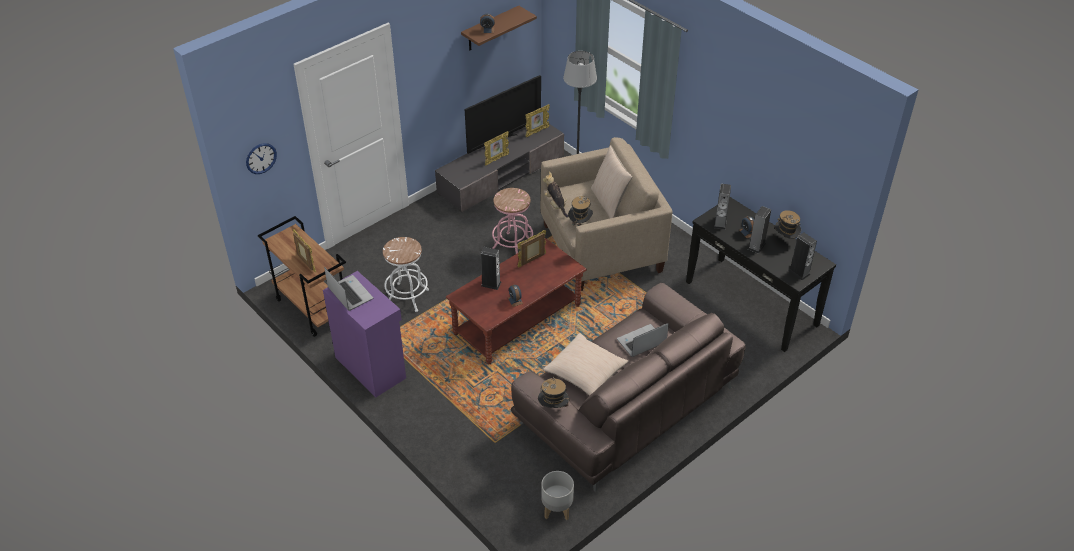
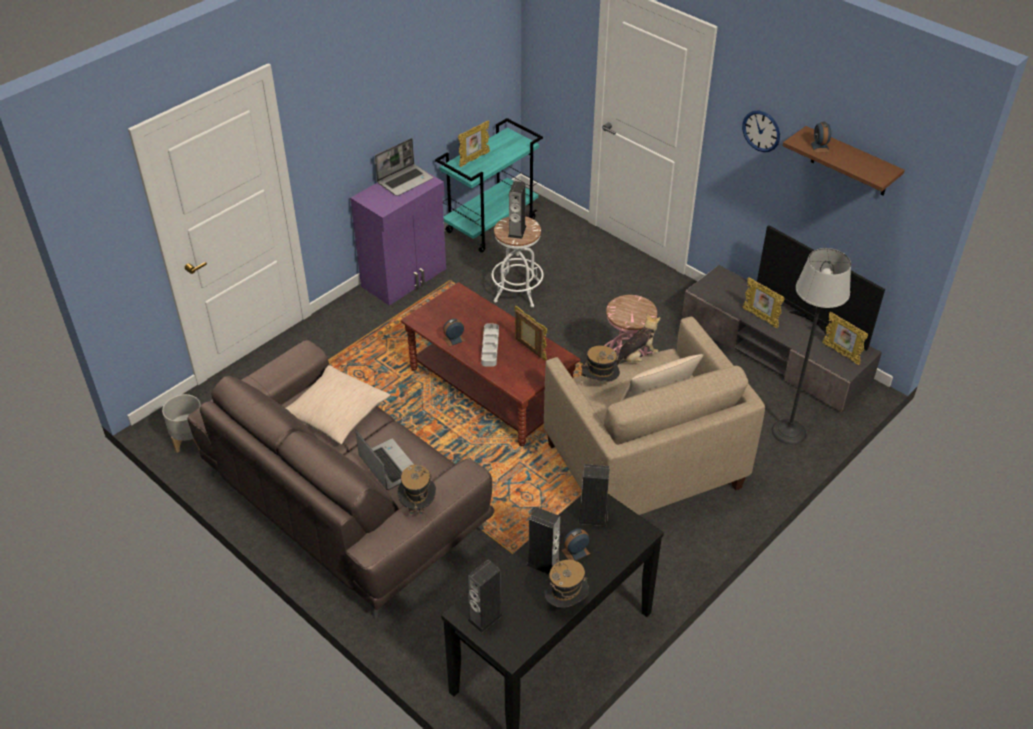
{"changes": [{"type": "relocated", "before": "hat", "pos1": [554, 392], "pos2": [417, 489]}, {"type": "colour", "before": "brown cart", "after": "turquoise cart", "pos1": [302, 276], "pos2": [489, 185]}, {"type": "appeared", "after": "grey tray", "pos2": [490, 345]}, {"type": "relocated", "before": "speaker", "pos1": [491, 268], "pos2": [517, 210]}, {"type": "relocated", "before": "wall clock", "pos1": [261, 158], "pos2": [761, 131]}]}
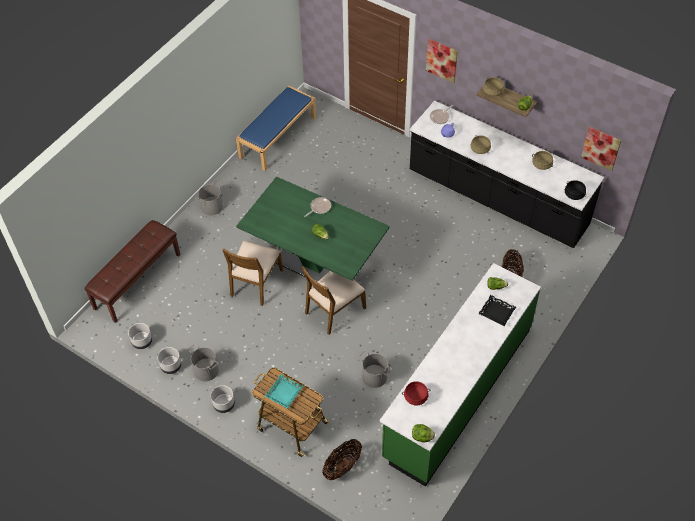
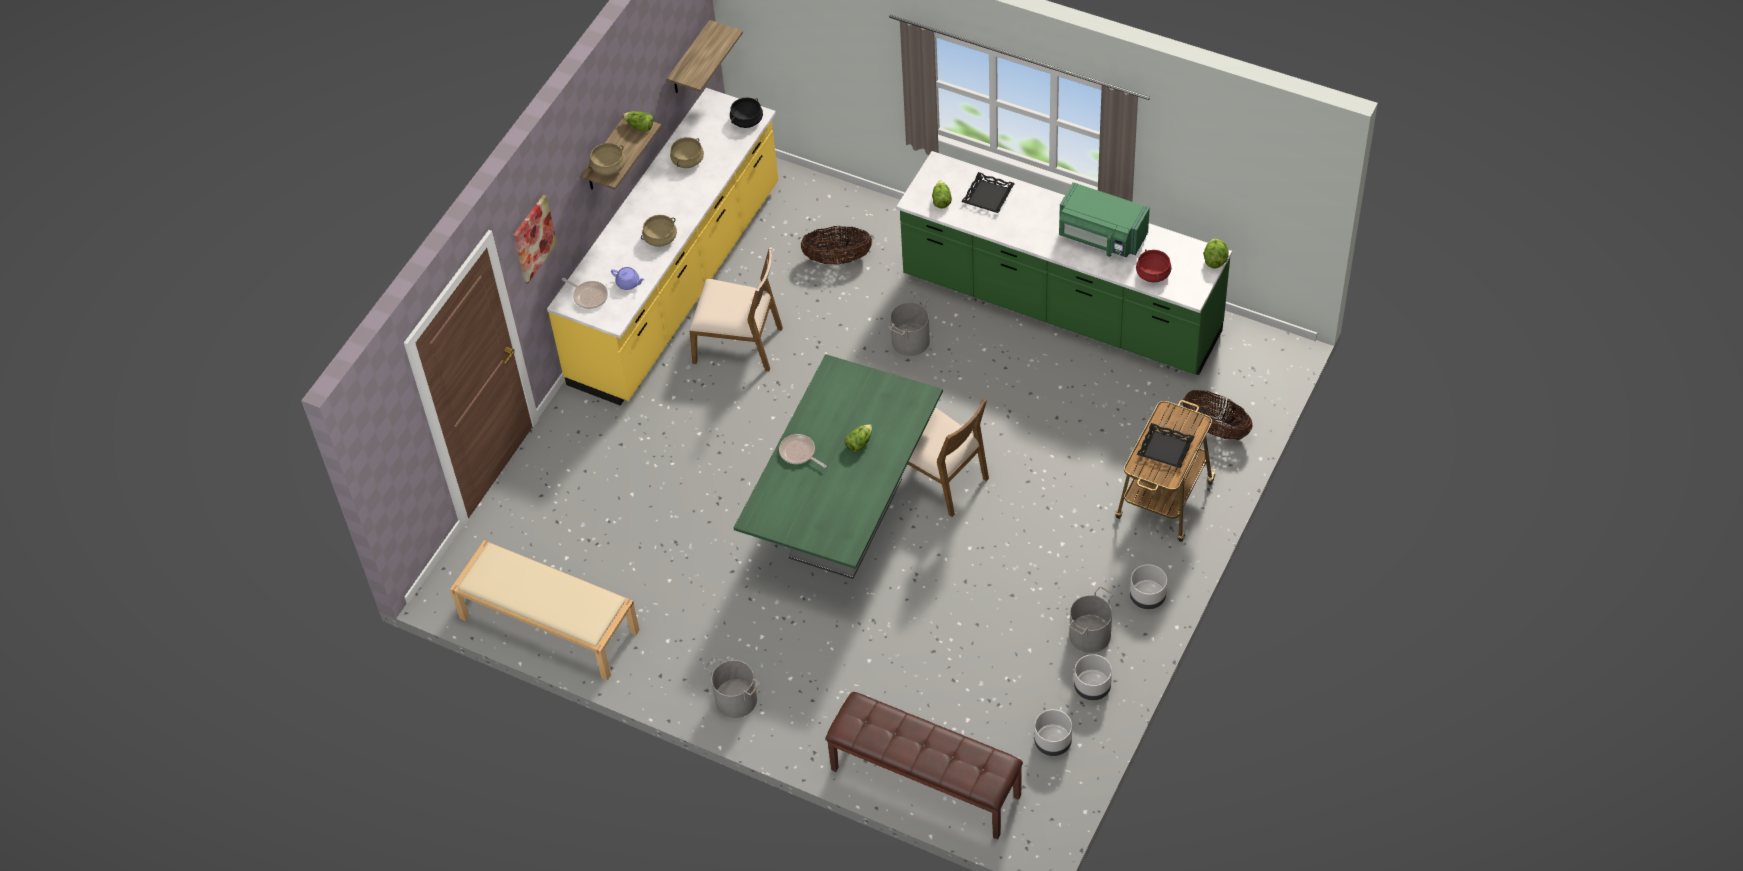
{"changes": [{"type": "colour", "before": "blue bench", "after": "beige bench", "pos1": [276, 128], "pos2": [544, 610]}, {"type": "colour", "before": "black counter", "after": "yellow counter", "pos1": [507, 174], "pos2": [662, 247]}, {"type": "exchanged", "before": "picture", "after": "shelf", "pos1": [601, 149], "pos2": [705, 56]}, {"type": "relocated", "before": "brown chair", "pos1": [252, 273], "pos2": [736, 308]}, {"type": "relocated", "before": "grey bucket", "pos1": [375, 369], "pos2": [910, 325]}, {"type": "appeared", "after": "green microwave", "pos2": [1104, 219]}, {"type": "colour", "before": "turquoise tray", "after": "black tray", "pos1": [284, 391], "pos2": [1166, 445]}]}
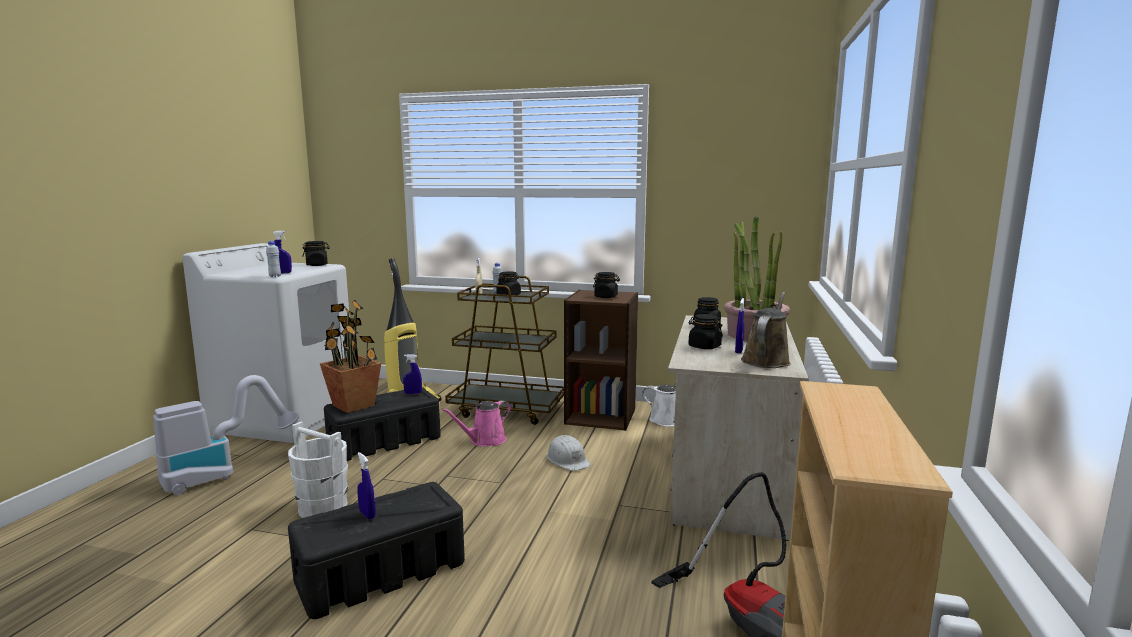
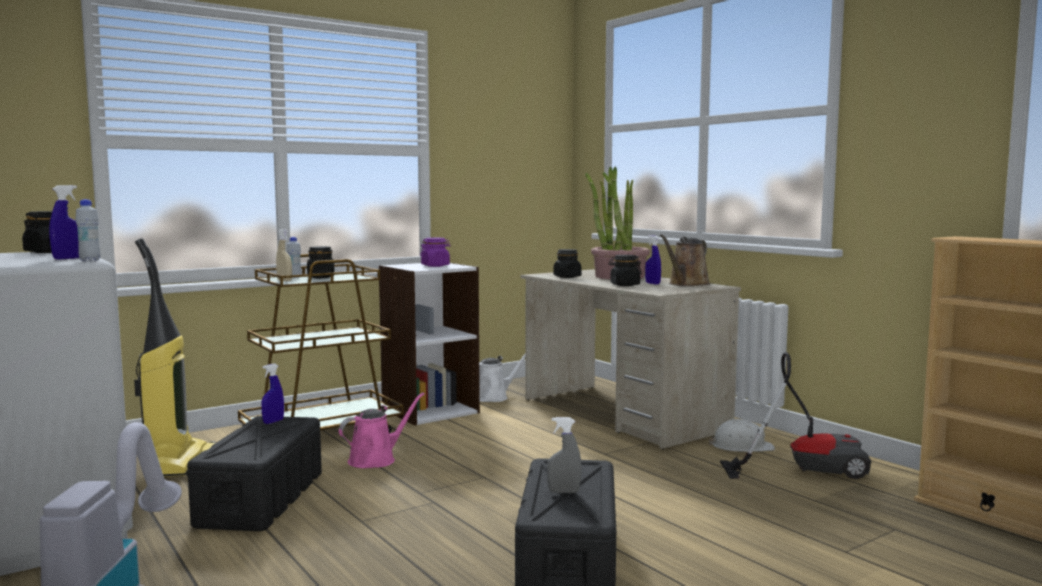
{"changes": [{"type": "spun", "before": "pink watering can", "pos1": [476, 423], "pos2": [382, 430], "turn": -135}, {"type": "colour", "before": "brown bookcase", "after": "white bookcase", "pos1": [601, 360], "pos2": [429, 344]}, {"type": "colour", "before": "black jar", "after": "purple jar", "pos1": [606, 285], "pos2": [435, 252]}, {"type": "colour", "before": "blue spray bottle", "after": "grey spray bottle", "pos1": [366, 485], "pos2": [564, 455]}, {"type": "spun", "before": "brown watering can", "pos1": [766, 330], "pos2": [685, 260], "turn": -120}, {"type": "relocated", "before": "white hard hat", "pos1": [568, 453], "pos2": [742, 435]}, {"type": "missing", "before": "white bucket", "pos1": [318, 470]}, {"type": "missing", "before": "potted plant", "pos1": [350, 356]}]}
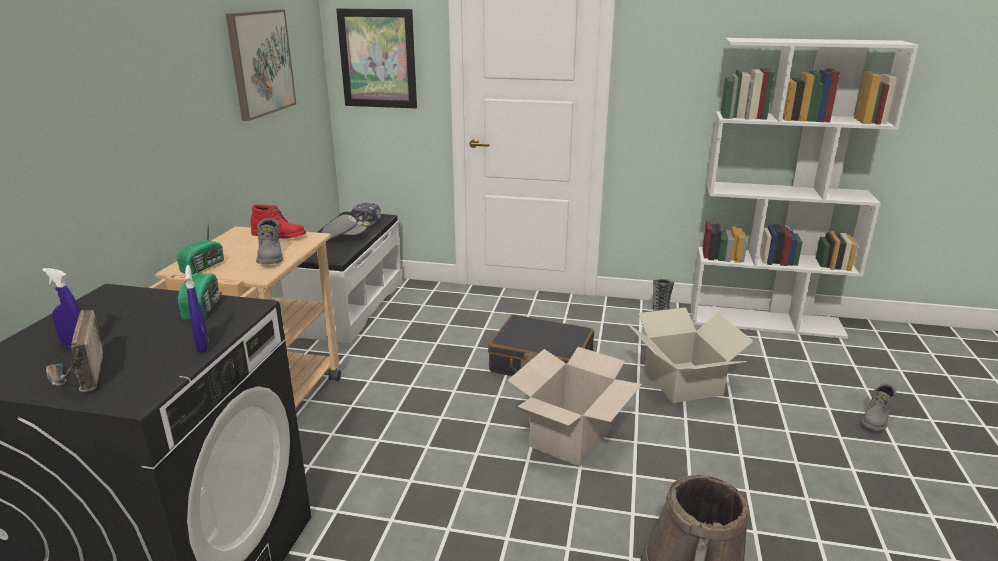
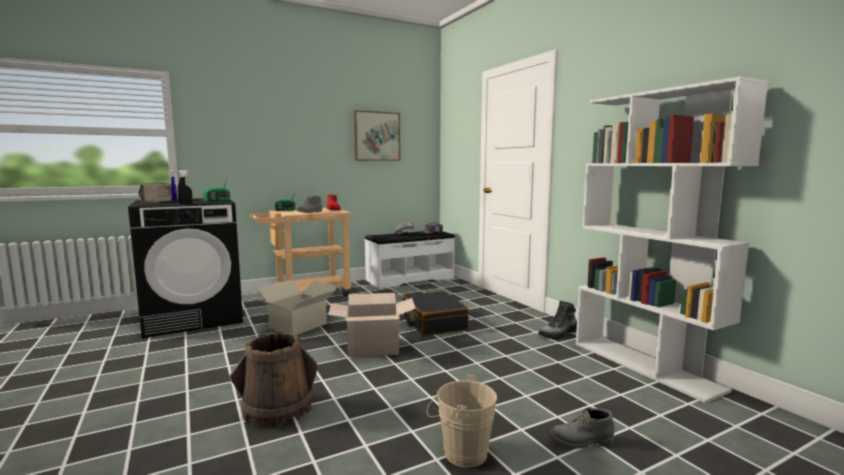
{"changes": [{"type": "colour", "before": "blue spray bottle", "after": "black spray bottle", "pos1": [196, 309], "pos2": [184, 187]}, {"type": "relocated", "before": "cardboard box", "pos1": [691, 355], "pos2": [294, 307]}, {"type": "appeared", "after": "beige bucket", "pos2": [462, 421]}, {"type": "missing", "before": "picture", "pos1": [376, 58]}]}
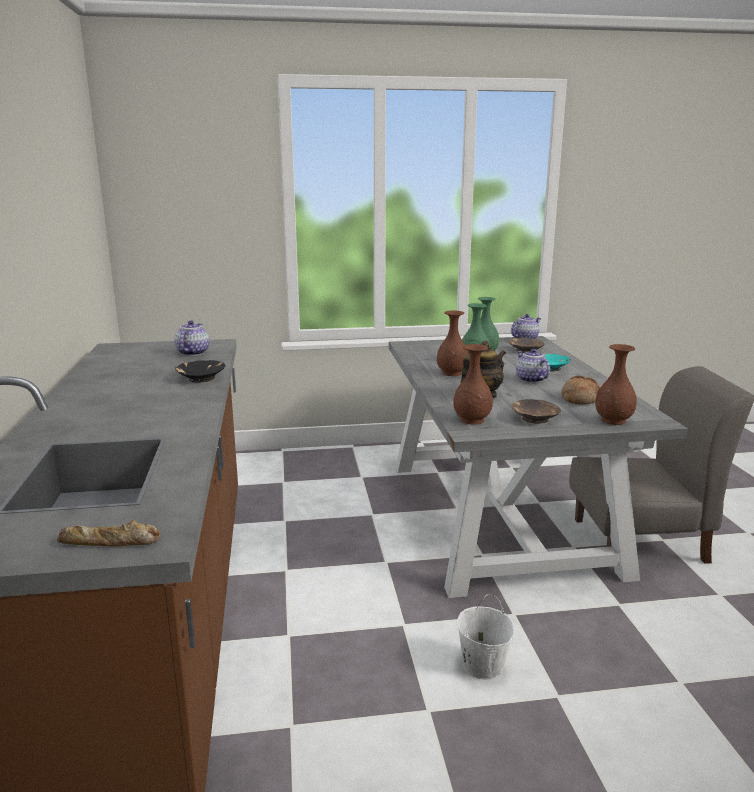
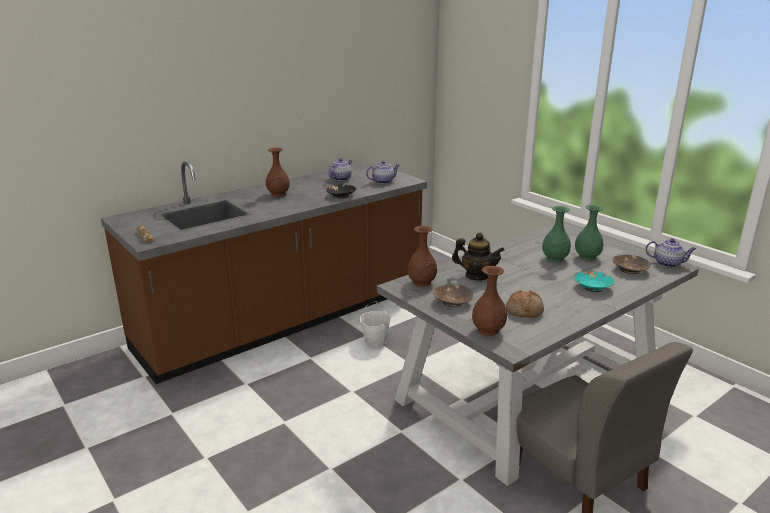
{"changes": [{"type": "relocated", "before": "brown vase", "pos1": [452, 343], "pos2": [278, 172]}, {"type": "relocated", "before": "teapot", "pos1": [533, 366], "pos2": [340, 169]}, {"type": "relocated", "before": "white bucket", "pos1": [486, 637], "pos2": [375, 324]}]}
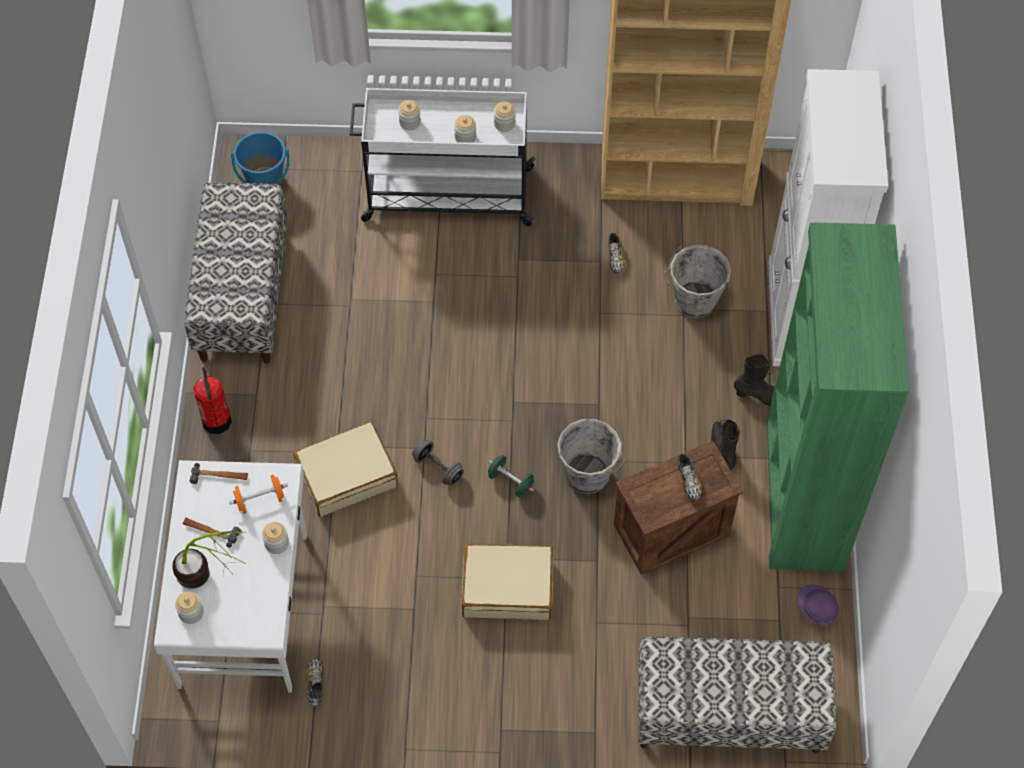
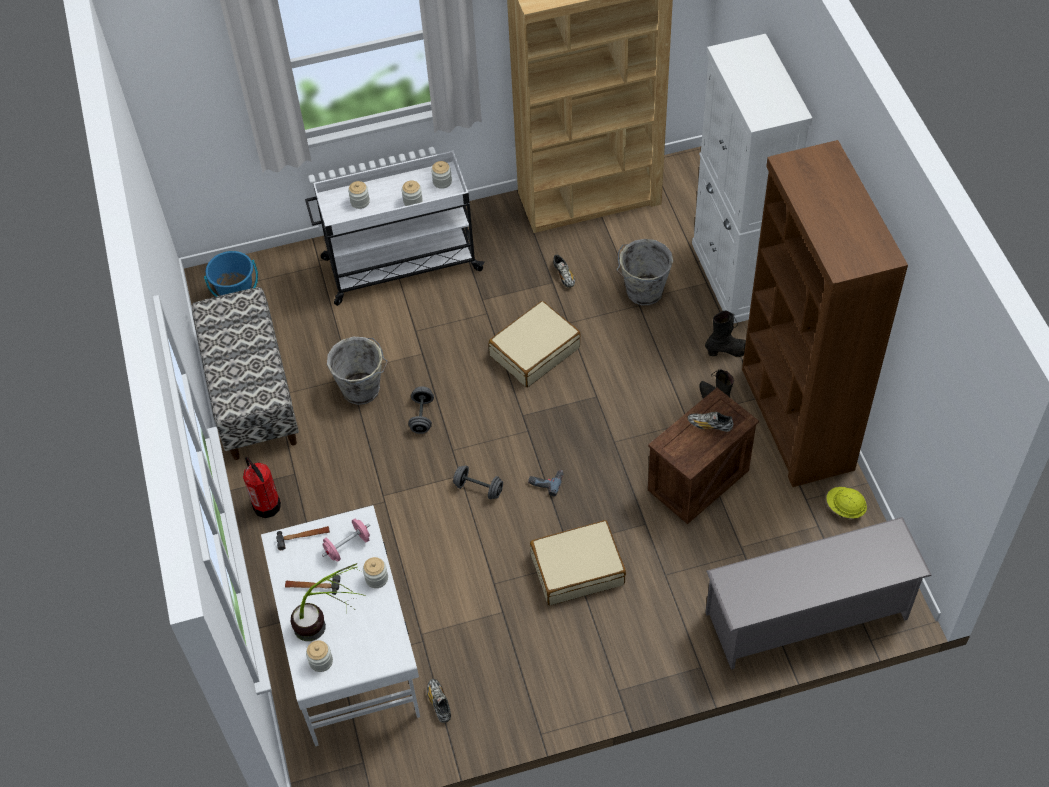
{"changes": [{"type": "colour", "before": "orange dumbbell", "after": "pink dumbbell", "pos1": [258, 494], "pos2": [346, 540]}, {"type": "relocated", "before": "grey bucket", "pos1": [591, 456], "pos2": [357, 371]}, {"type": "appeared", "after": "grey dumbbell", "pos2": [421, 410]}, {"type": "relocated", "before": "beige suitcase", "pos1": [345, 469], "pos2": [535, 344]}, {"type": "exchanged", "before": "green dumbbell", "after": "power drill", "pos1": [511, 476], "pos2": [546, 483]}, {"type": "spun", "before": "shoe", "pos1": [689, 477], "pos2": [710, 422], "turn": 135}, {"type": "exchanged", "before": "bench", "after": "grey shoe rack", "pos1": [737, 695], "pos2": [818, 593]}, {"type": "colour", "before": "green bookcase", "after": "brown bookcase", "pos1": [838, 397], "pos2": [825, 313]}, {"type": "colour", "before": "purple hard hat", "after": "yellow hard hat", "pos1": [818, 604], "pos2": [846, 503]}]}
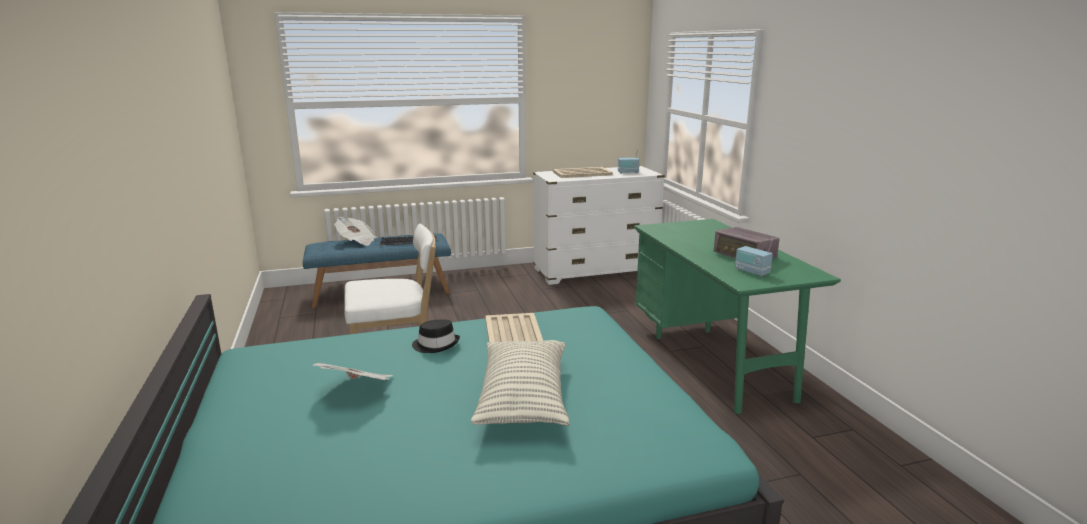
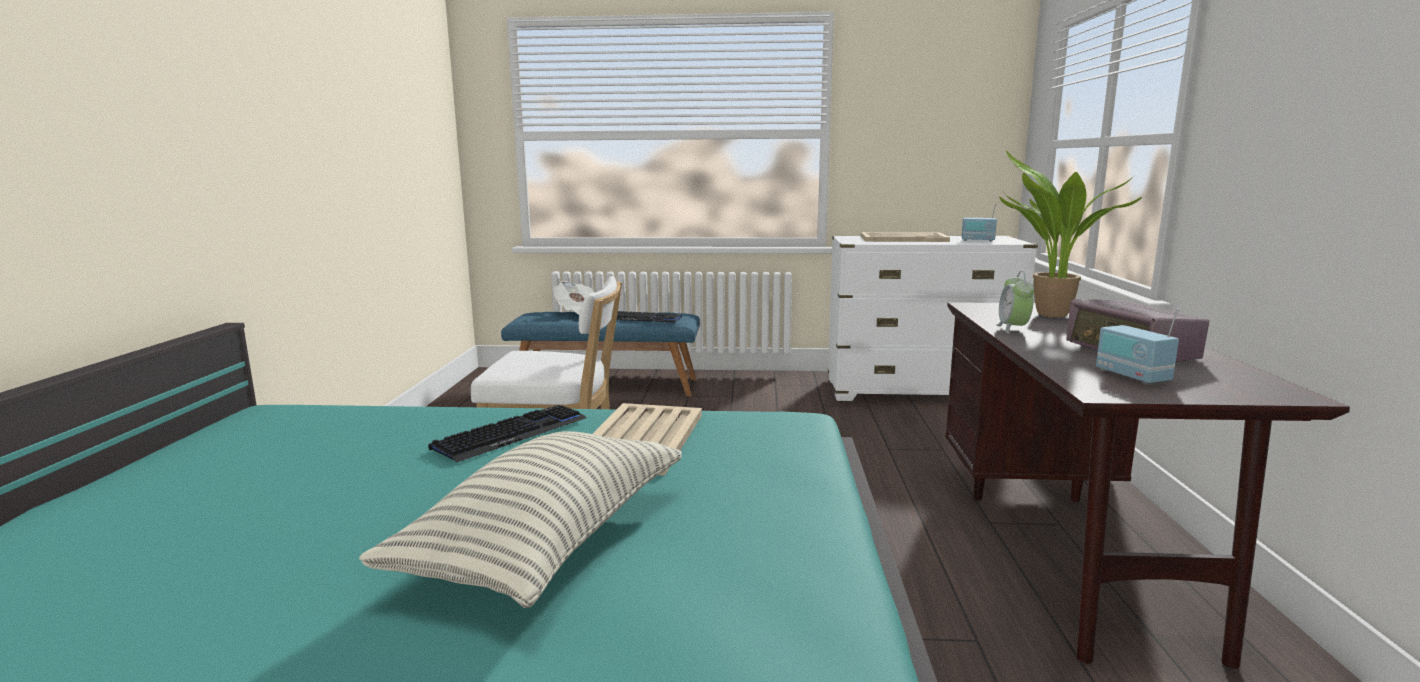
{"changes": [{"type": "exchanged", "before": "black hat", "after": "keyboard", "pos1": [436, 336], "pos2": [508, 434]}, {"type": "colour", "before": "green desk", "after": "brown desk", "pos1": [737, 316], "pos2": [1147, 485]}, {"type": "appeared", "after": "alarm clock", "pos2": [1015, 302]}, {"type": "appeared", "after": "potted plant", "pos2": [1070, 234]}, {"type": "missing", "before": "newspaper", "pos1": [352, 371]}]}
